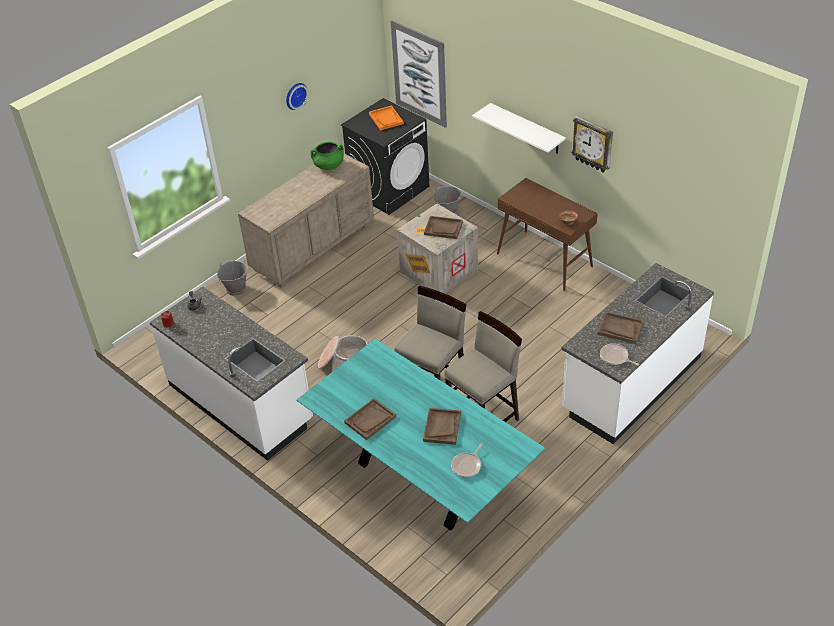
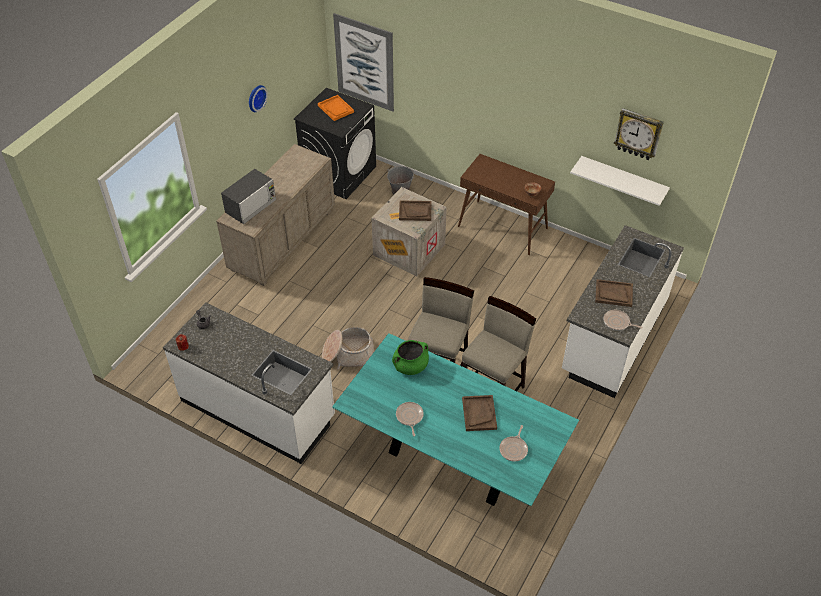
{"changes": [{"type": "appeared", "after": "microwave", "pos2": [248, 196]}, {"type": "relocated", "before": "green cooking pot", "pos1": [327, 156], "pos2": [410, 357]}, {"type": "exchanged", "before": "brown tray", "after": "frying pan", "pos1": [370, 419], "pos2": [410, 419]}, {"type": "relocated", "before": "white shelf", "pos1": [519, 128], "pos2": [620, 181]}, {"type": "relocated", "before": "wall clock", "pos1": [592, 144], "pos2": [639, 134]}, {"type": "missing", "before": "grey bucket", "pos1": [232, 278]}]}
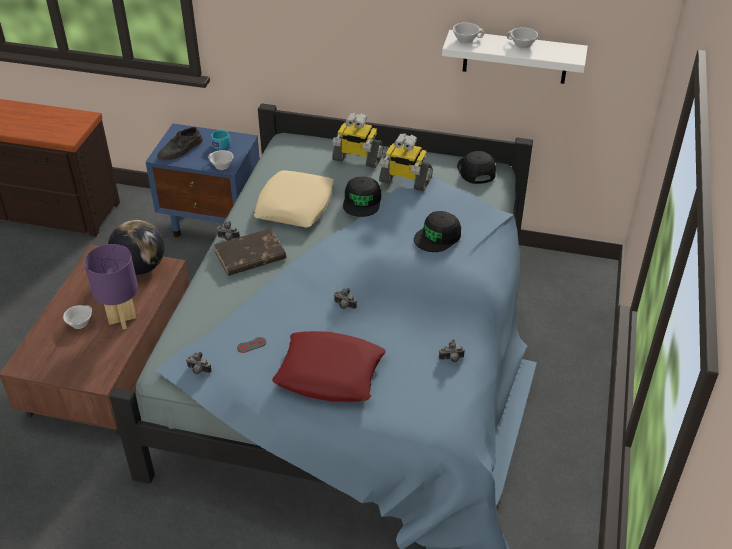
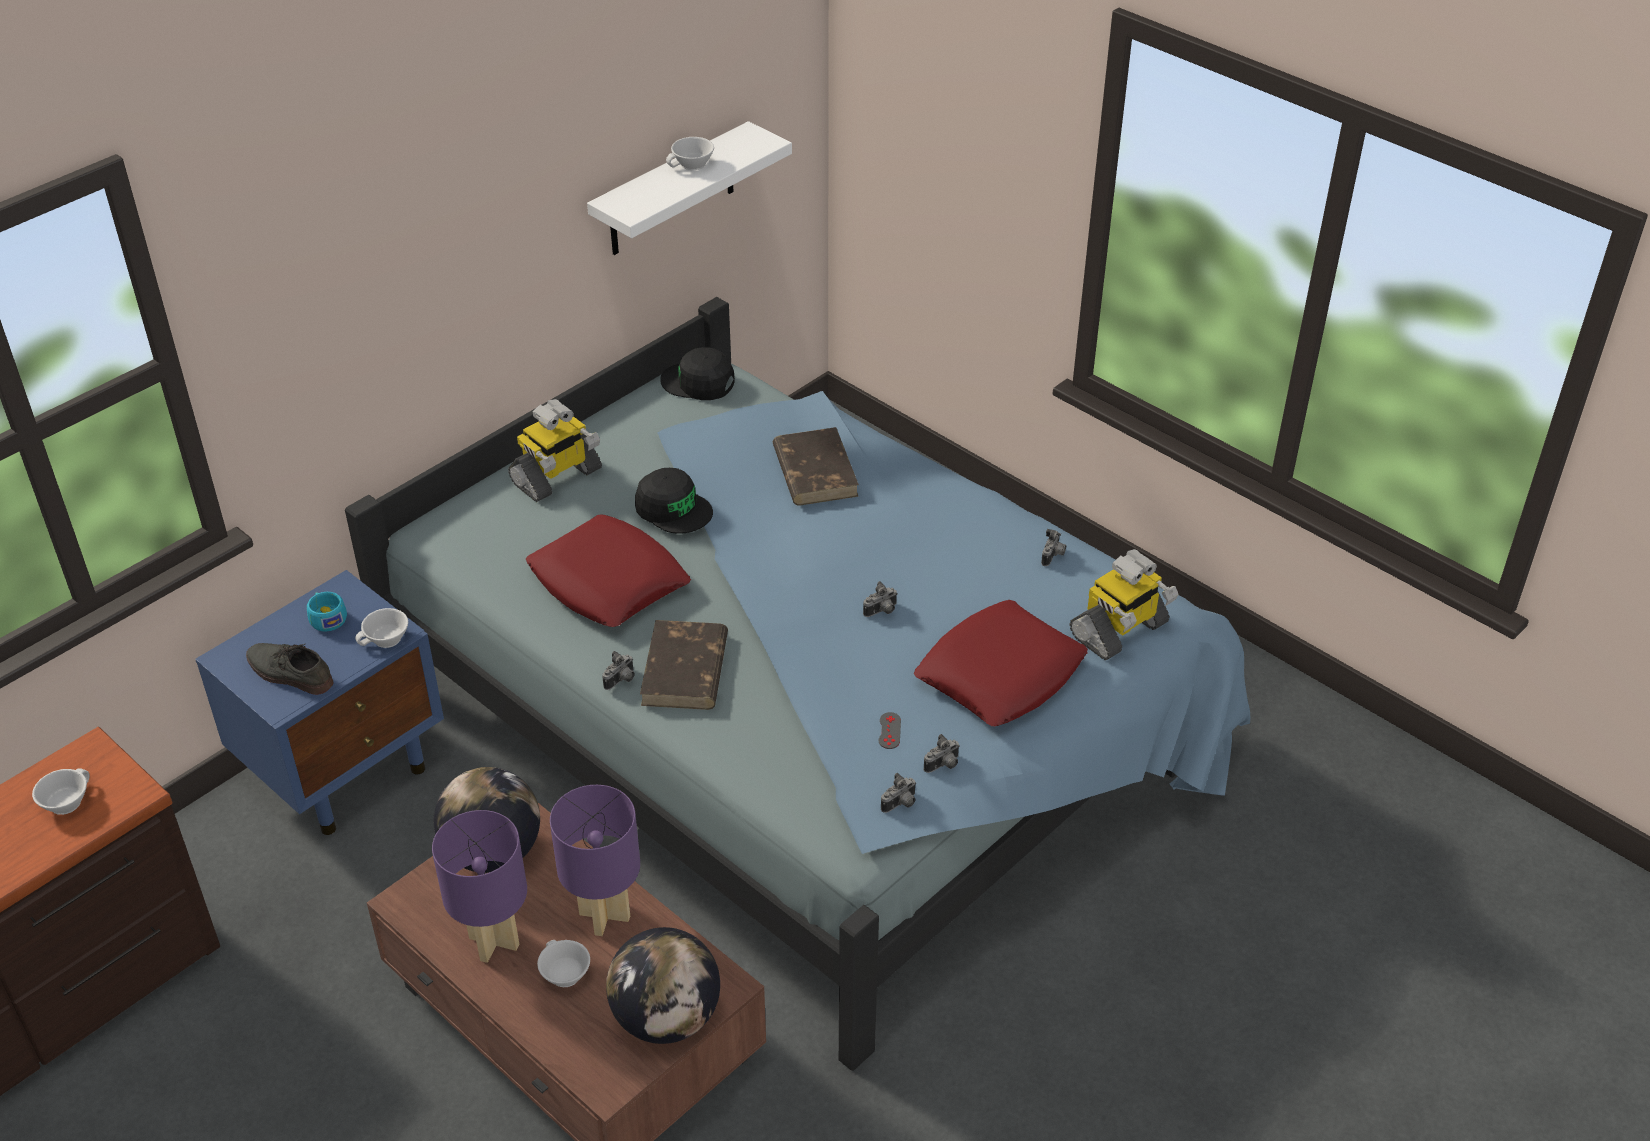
{"changes": [{"type": "relocated", "before": "white cup", "pos1": [468, 32], "pos2": [61, 791]}, {"type": "spun", "before": "grey shoe", "pos1": [180, 143], "pos2": [290, 669], "turn": 135}, {"type": "appeared", "after": "purple table lamp", "pos2": [479, 886]}, {"type": "colour", "before": "beige pillow", "after": "red pillow", "pos1": [294, 199], "pos2": [608, 570]}, {"type": "appeared", "after": "globe", "pos2": [663, 985]}, {"type": "exchanged", "before": "black cap", "after": "brown book", "pos1": [437, 231], "pos2": [816, 466]}, {"type": "appeared", "after": "photo camera", "pos2": [942, 753]}, {"type": "relocated", "before": "toy robot", "pos1": [406, 162], "pos2": [1124, 604]}]}
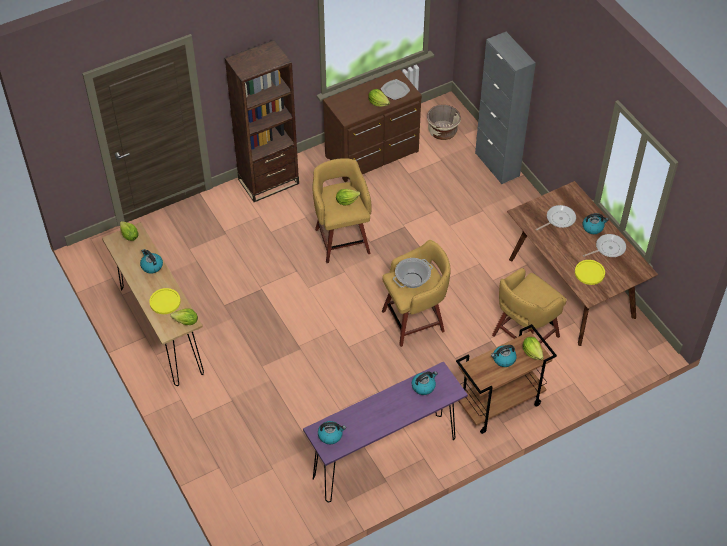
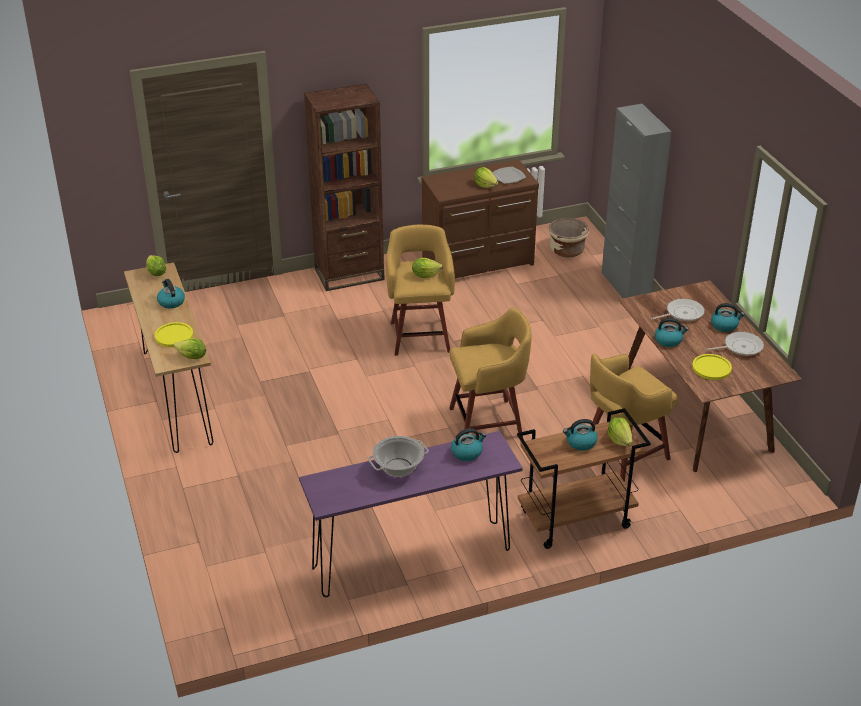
{"changes": [{"type": "relocated", "before": "cooking pot", "pos1": [413, 273], "pos2": [398, 456]}, {"type": "relocated", "before": "kettle", "pos1": [332, 432], "pos2": [671, 332]}]}
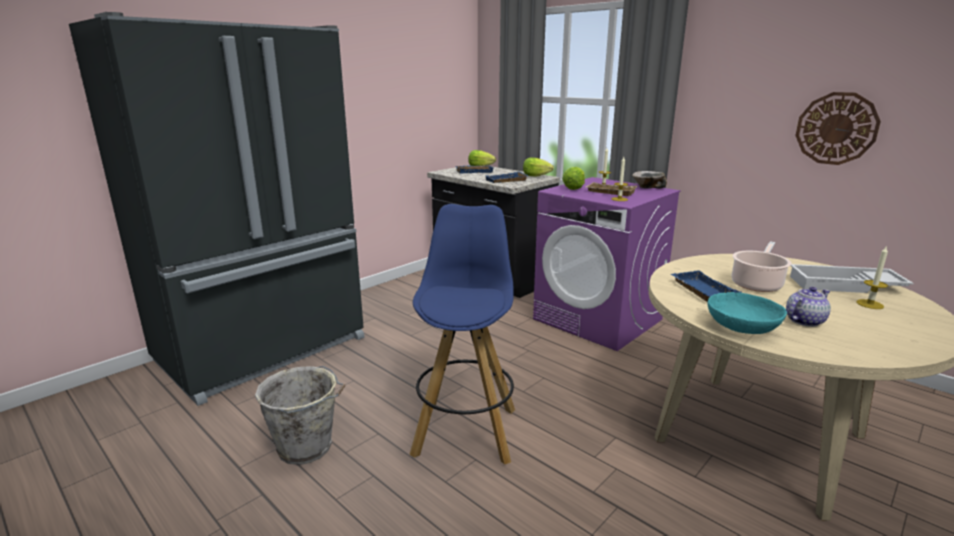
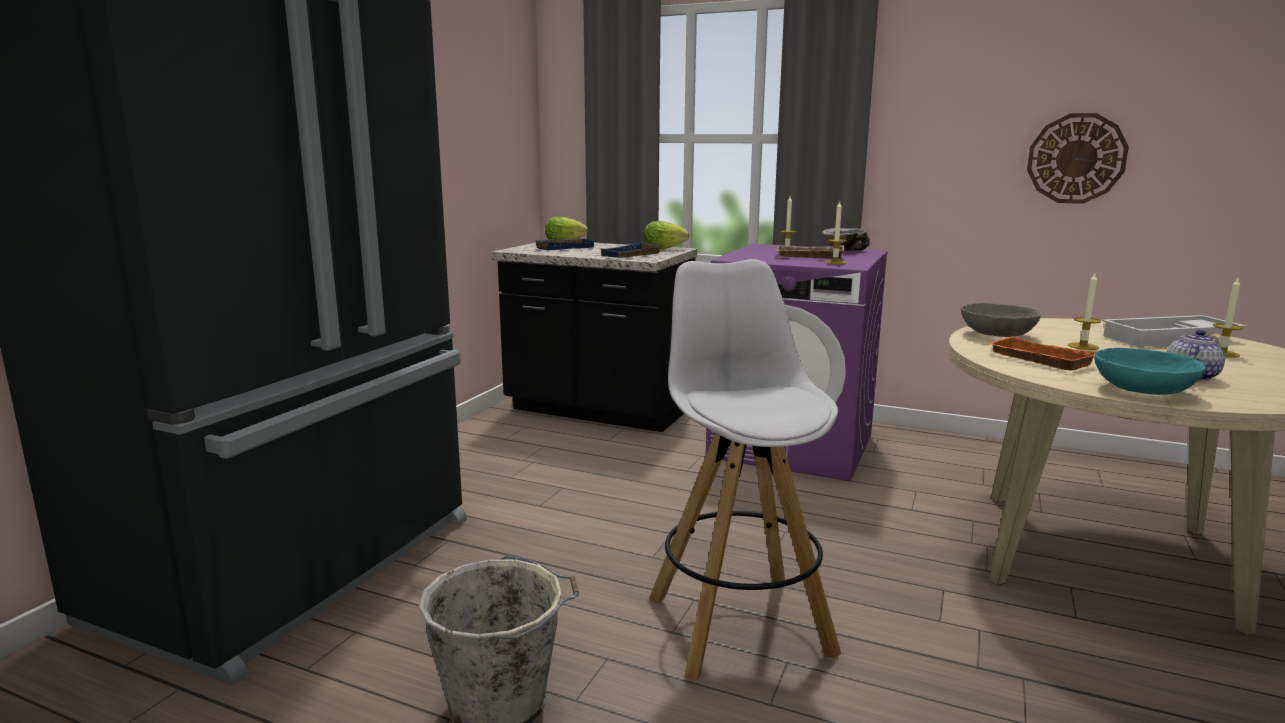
{"changes": [{"type": "colour", "before": "blue stool", "after": "white stool", "pos1": [462, 334], "pos2": [745, 469]}, {"type": "appeared", "after": "grey bowl", "pos2": [1001, 320]}, {"type": "colour", "before": "blue tray", "after": "orange tray", "pos1": [706, 286], "pos2": [1041, 353]}, {"type": "exchanged", "before": "cooking pot", "after": "candle", "pos1": [762, 266], "pos2": [1084, 311]}, {"type": "missing", "before": "lettuce", "pos1": [573, 178]}]}
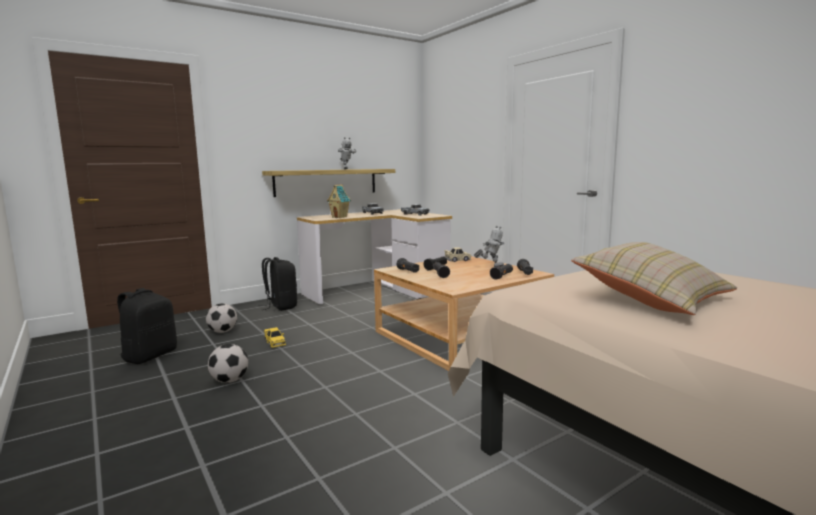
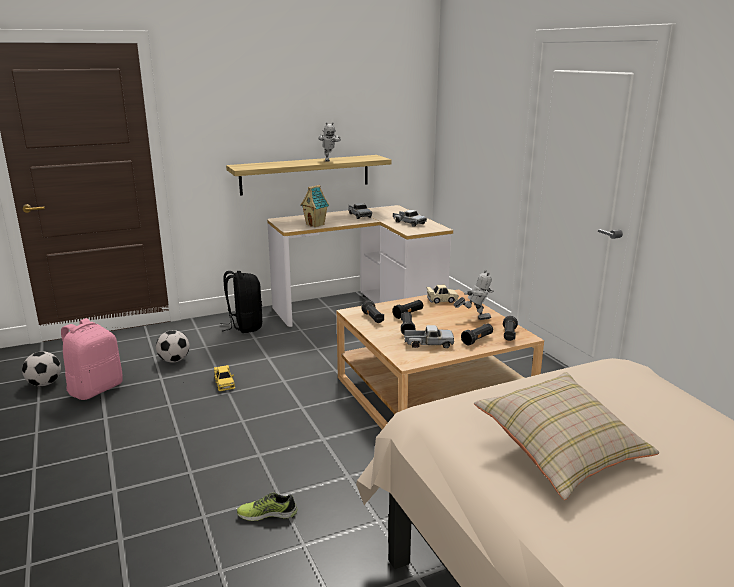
{"changes": [{"type": "relocated", "before": "football", "pos1": [228, 363], "pos2": [41, 368]}, {"type": "colour", "before": "black backpack", "after": "pink backpack", "pos1": [147, 326], "pos2": [92, 359]}, {"type": "appeared", "after": "shoe", "pos2": [267, 507]}, {"type": "appeared", "after": "toy truck", "pos2": [429, 336]}]}
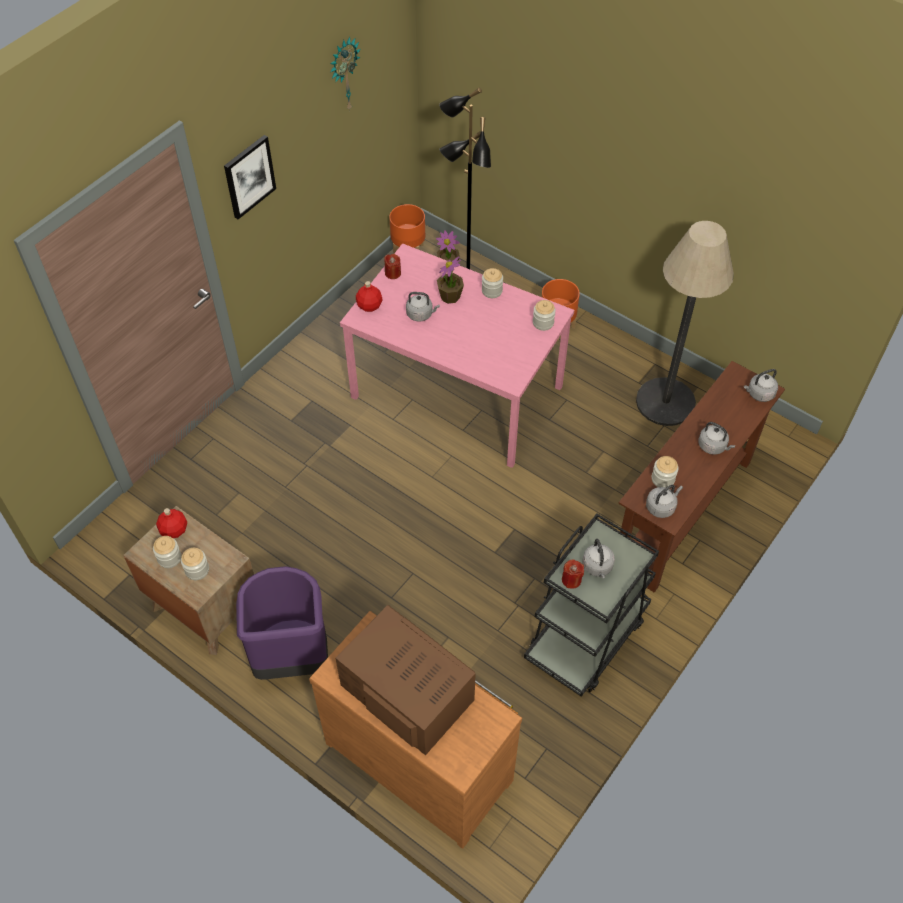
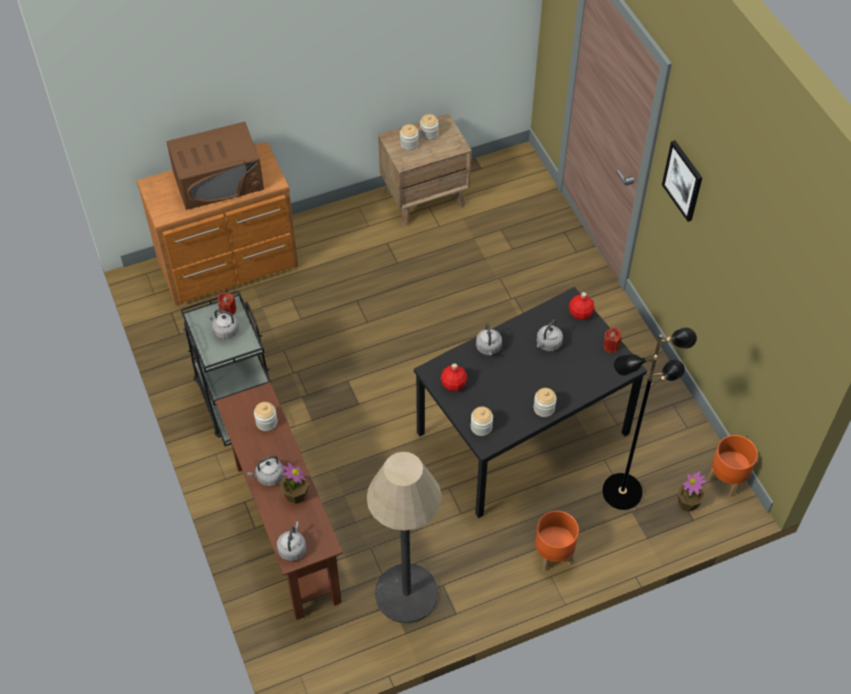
{"changes": [{"type": "relocated", "before": "potted plant", "pos1": [450, 280], "pos2": [294, 483]}, {"type": "colour", "before": "pink dining table", "after": "black dining table", "pos1": [457, 355], "pos2": [530, 402]}, {"type": "relocated", "before": "red bottle", "pos1": [171, 523], "pos2": [454, 377]}, {"type": "relocated", "before": "grey kettle", "pos1": [664, 501], "pos2": [489, 339]}, {"type": "missing", "before": "purple trash can", "pos1": [282, 623]}, {"type": "missing", "before": "wall clock", "pos1": [345, 73]}]}
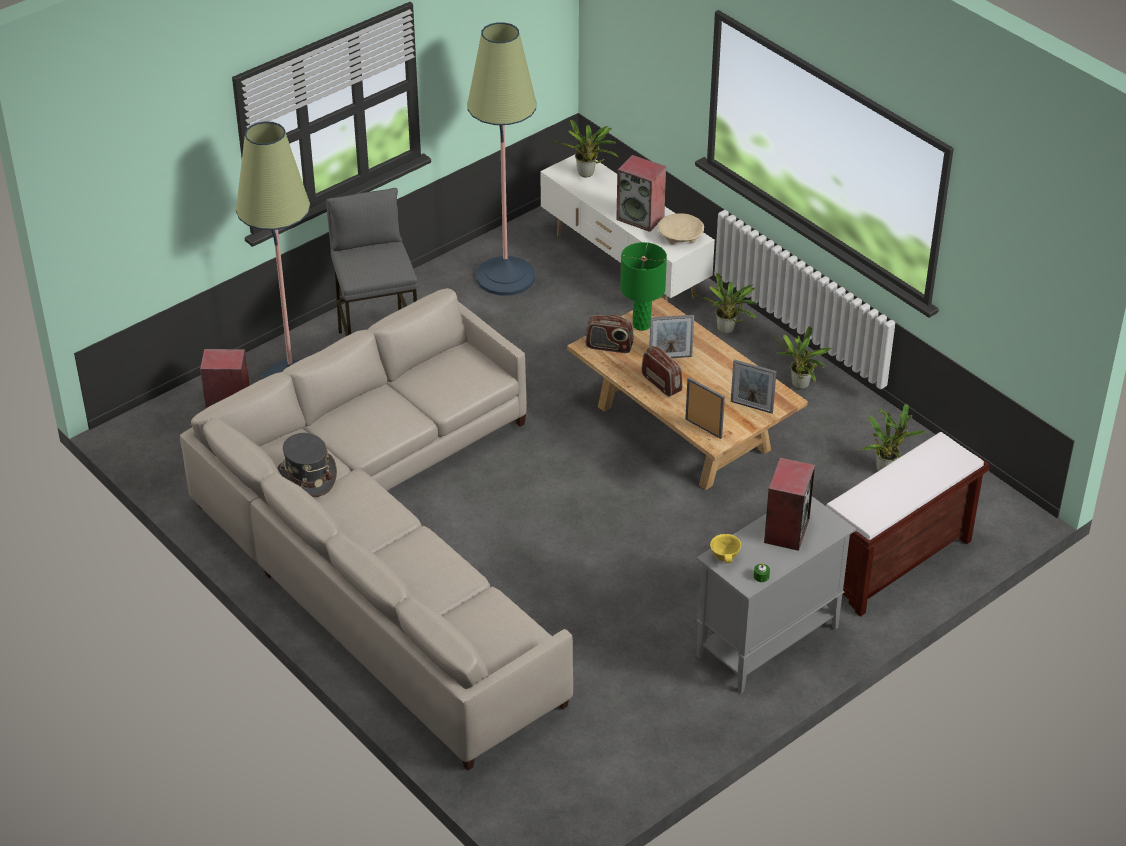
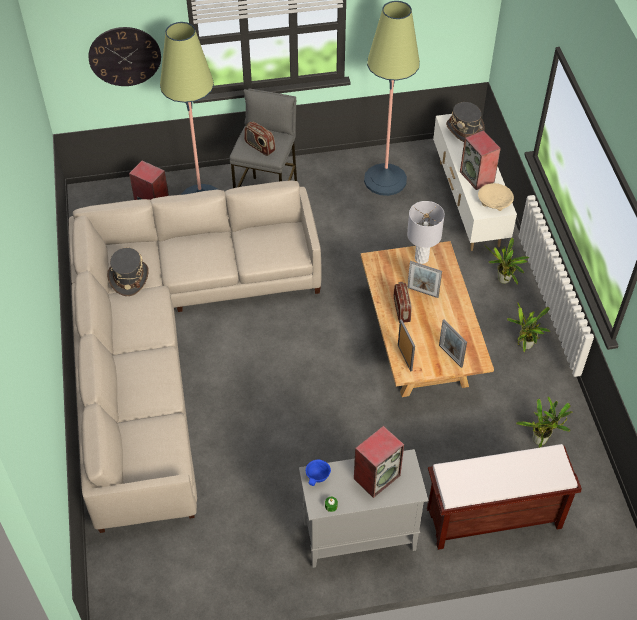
{"changes": [{"type": "appeared", "after": "wall clock", "pos2": [125, 56]}, {"type": "relocated", "before": "radio", "pos1": [610, 334], "pos2": [260, 139]}, {"type": "colour", "before": "yellow bowl", "after": "blue bowl", "pos1": [725, 548], "pos2": [318, 473]}, {"type": "colour", "before": "green table lamp", "after": "grey table lamp", "pos1": [643, 286], "pos2": [426, 232]}, {"type": "exchanged", "before": "potted plant", "after": "grey hat", "pos1": [584, 149], "pos2": [465, 122]}]}
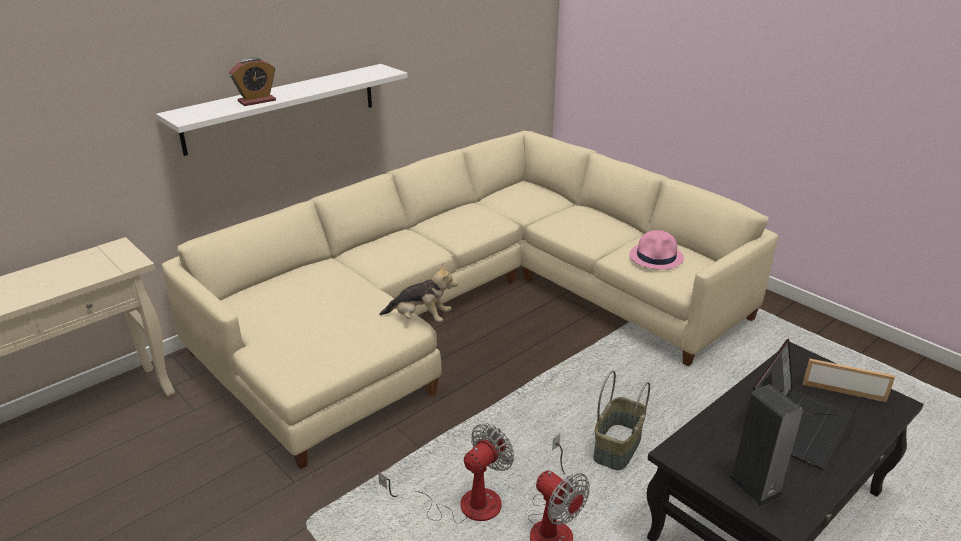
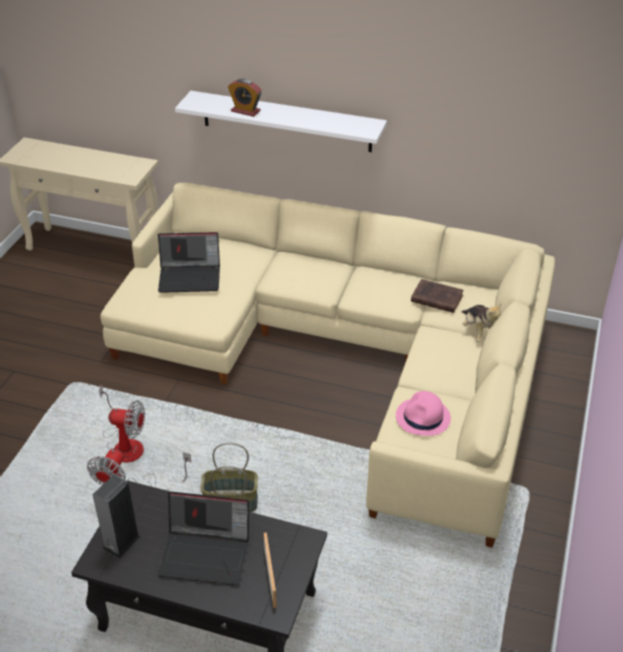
{"changes": [{"type": "appeared", "after": "laptop", "pos2": [189, 262]}, {"type": "appeared", "after": "brown book", "pos2": [437, 296]}, {"type": "relocated", "before": "plush toy", "pos1": [418, 292], "pos2": [481, 323]}]}
